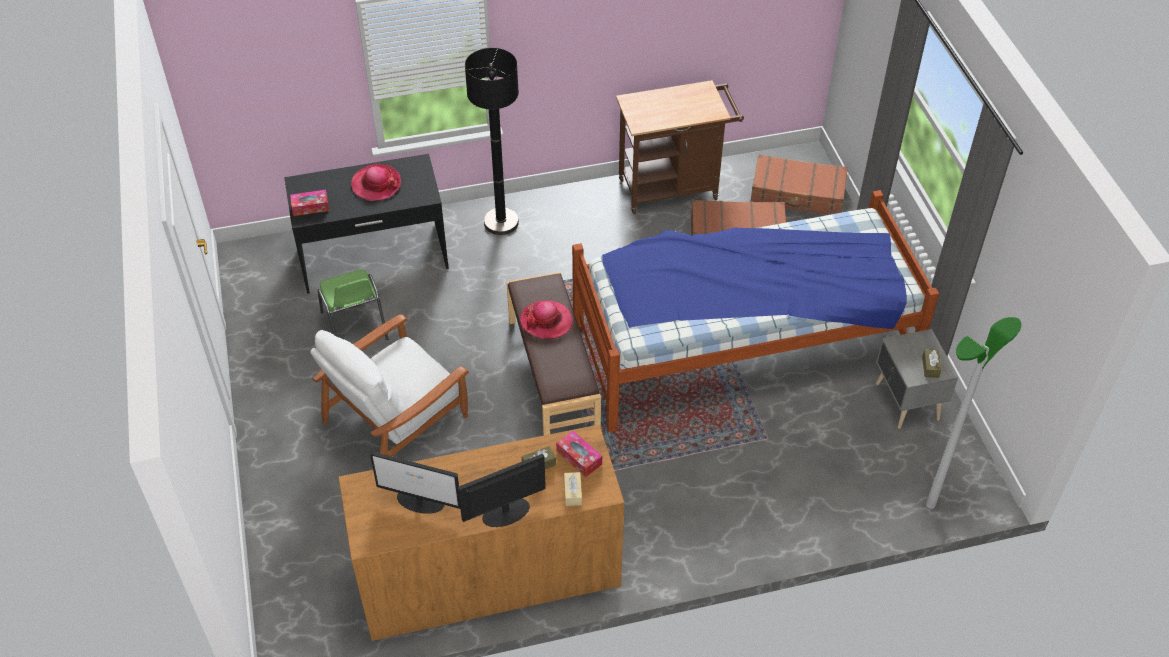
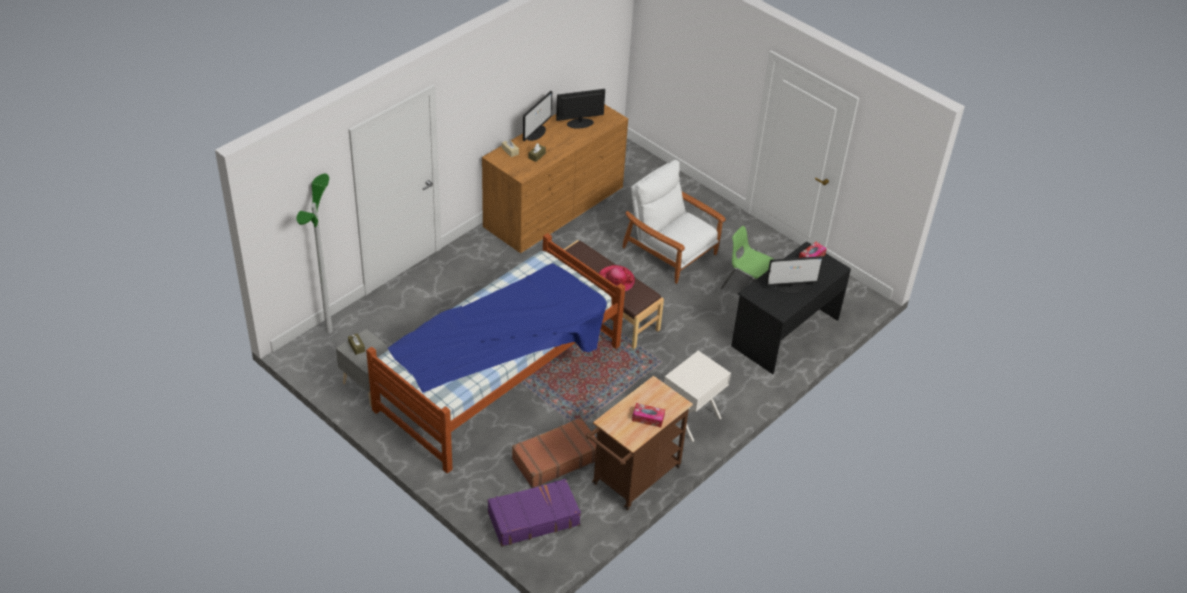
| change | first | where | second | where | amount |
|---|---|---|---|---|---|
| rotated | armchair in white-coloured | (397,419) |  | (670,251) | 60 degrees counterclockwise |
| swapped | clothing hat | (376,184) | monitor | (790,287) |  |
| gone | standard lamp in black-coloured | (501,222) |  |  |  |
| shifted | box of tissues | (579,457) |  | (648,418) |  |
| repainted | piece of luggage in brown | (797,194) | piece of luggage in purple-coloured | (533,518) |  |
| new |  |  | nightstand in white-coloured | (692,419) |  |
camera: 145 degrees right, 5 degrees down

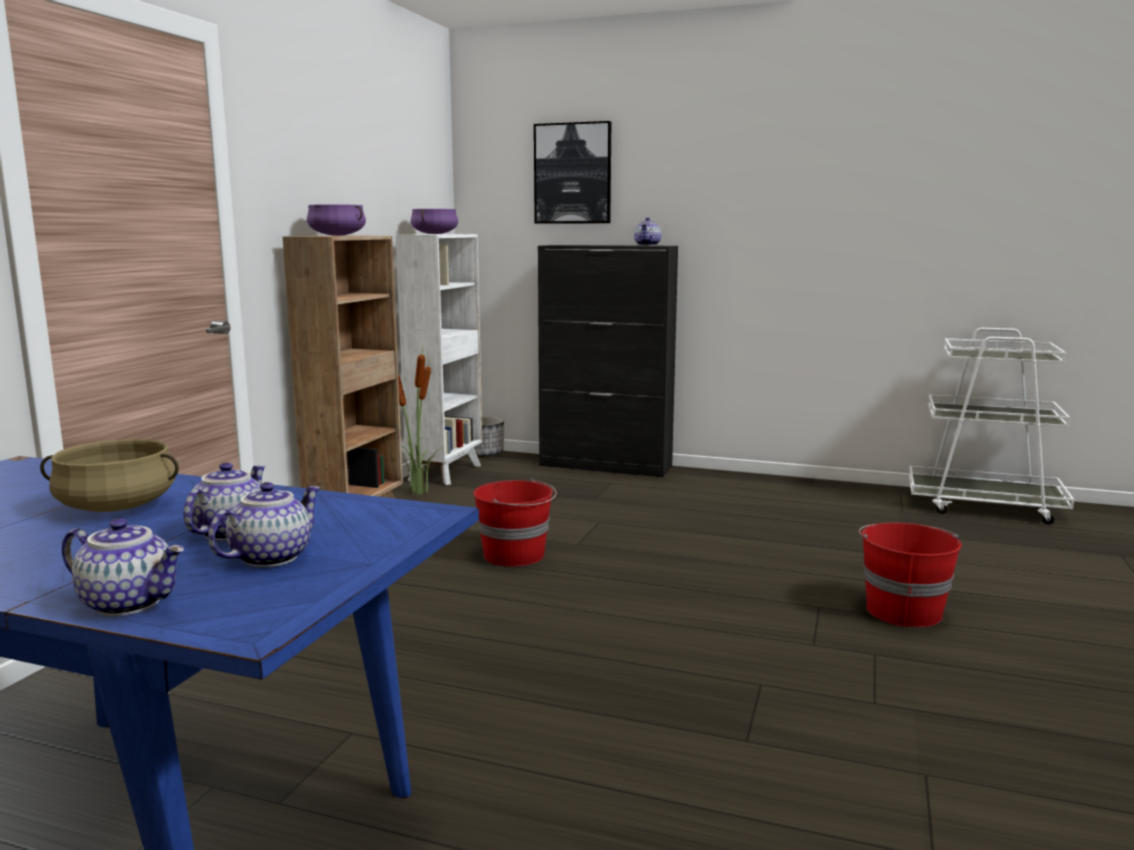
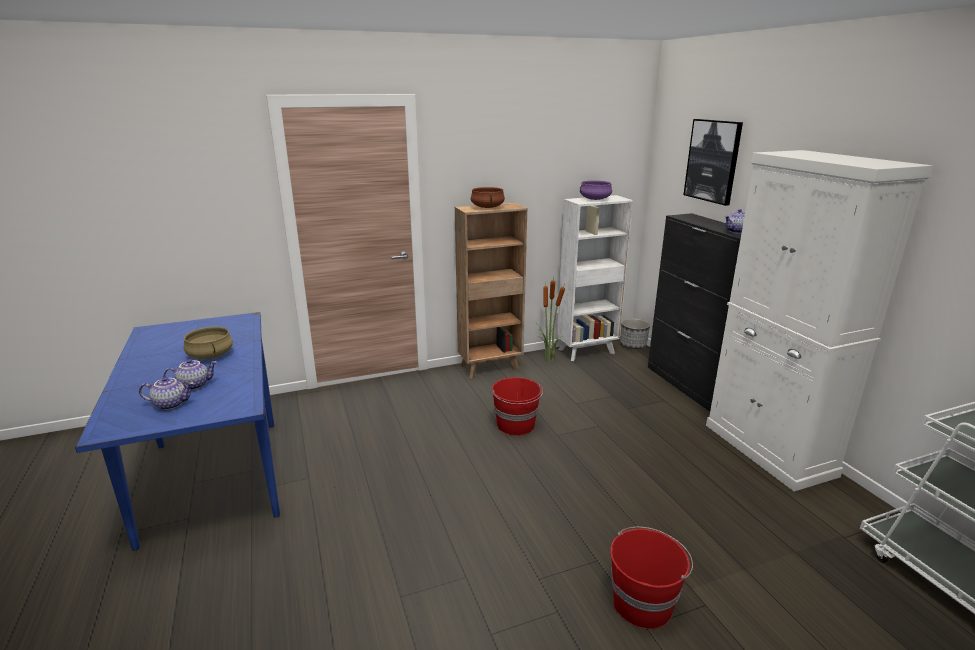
| change | first | where | second | where | amount |
|---|---|---|---|---|---|
| gone | pot for tea | (131,603) |  |  |  |
| repainted | saucepot in purple-coloured | (338,235) | saucepot in brown | (488,207) |  |
| new |  |  | storage cabinet in white-coloured | (768,449) |  |
camera: 50 degrees right, 10 degrees up

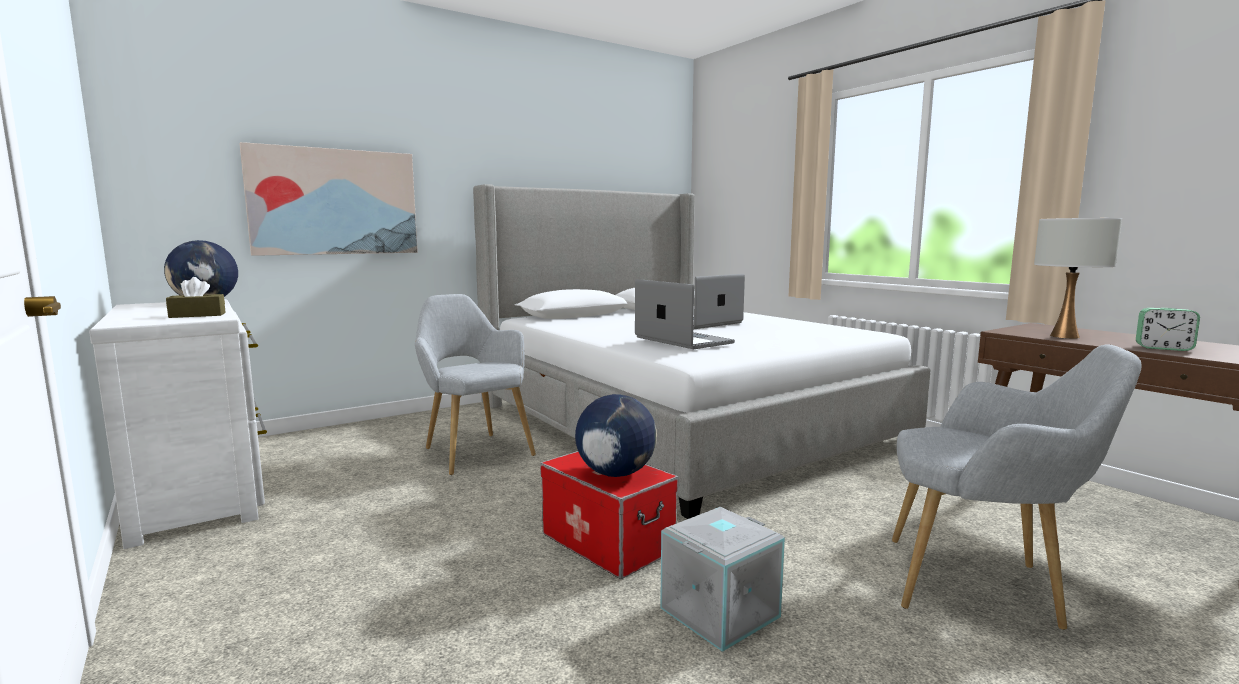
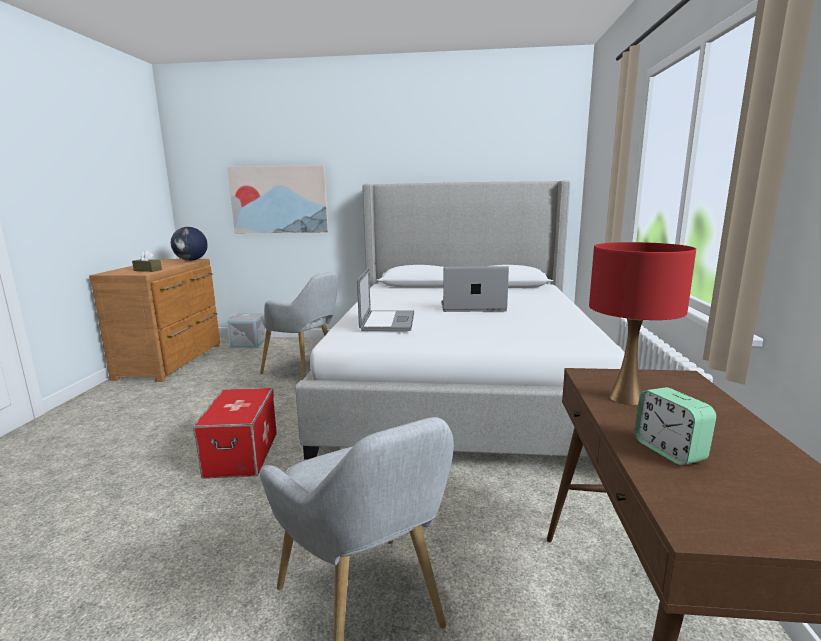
| change | first | where | second | where | amount |
|---|---|---|---|---|---|
| repainted | drawer chest in white-coloured | (201,492) | drawer chest in brown | (173,361) |  |
| rotated | armchair in greyish | (473,450) |  | (305,371) | 120 degrees clockwise |
| gone | world globe | (615,473) |  |  |  |
| shifted | storage container in greyish | (719,611) |  | (249,343) |  |
| repainted | table lamp in white-coloured | (1064,336) | table lamp in red-coloured | (625,398) |  |
camera: 40 degrees right, 5 degrees up

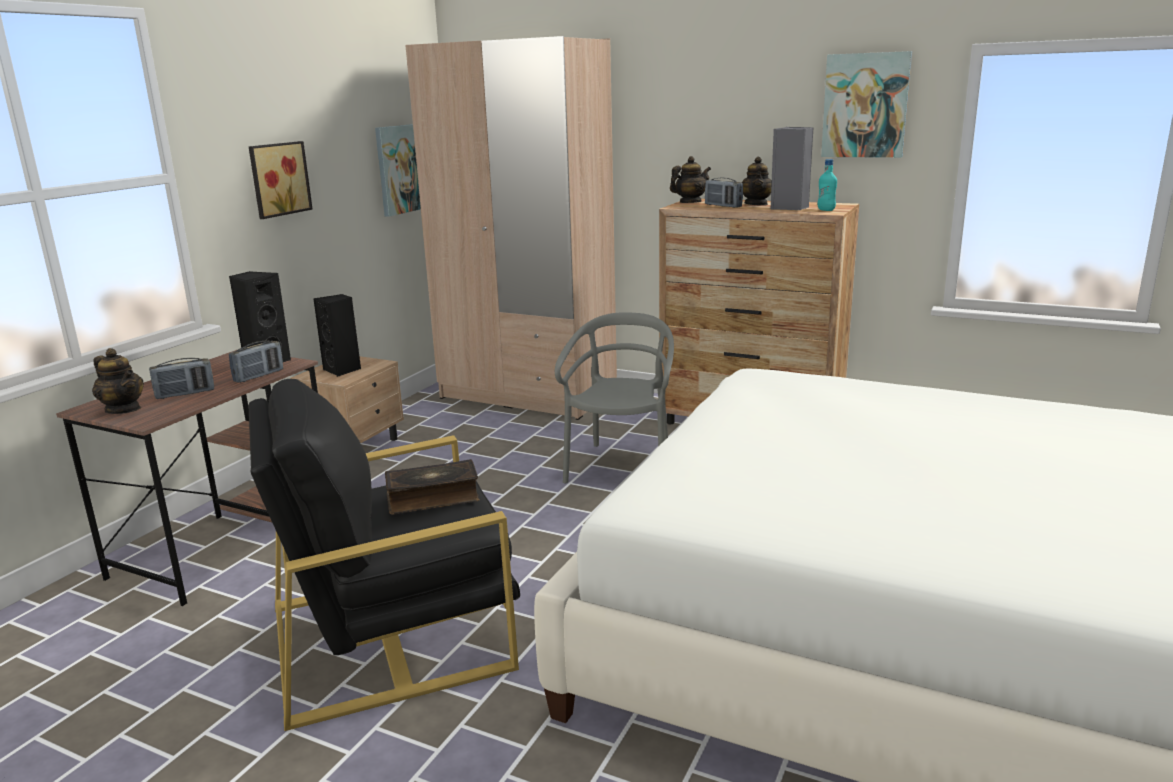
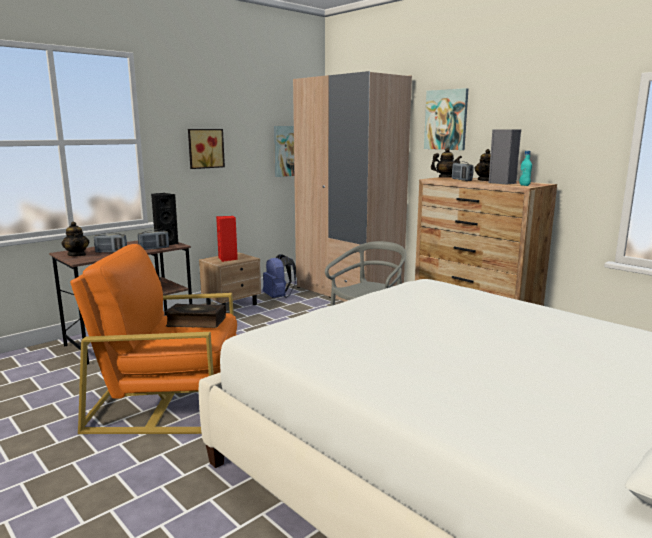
| change | first | where | second | where | amount |
|---|---|---|---|---|---|
| repainted | armchair in black-coloured | (393,634) | armchair in orange-coloured | (168,400) |  |
| repainted | loudspeaker in black-coloured | (343,370) | loudspeaker in red-coloured | (228,259) |  |
| shifted | wall art | (865,105) |  | (446,120) |  |
| new |  |  | knapsack in bluish | (278,297) |  |
camera: 20 degrees right, 5 degrees down

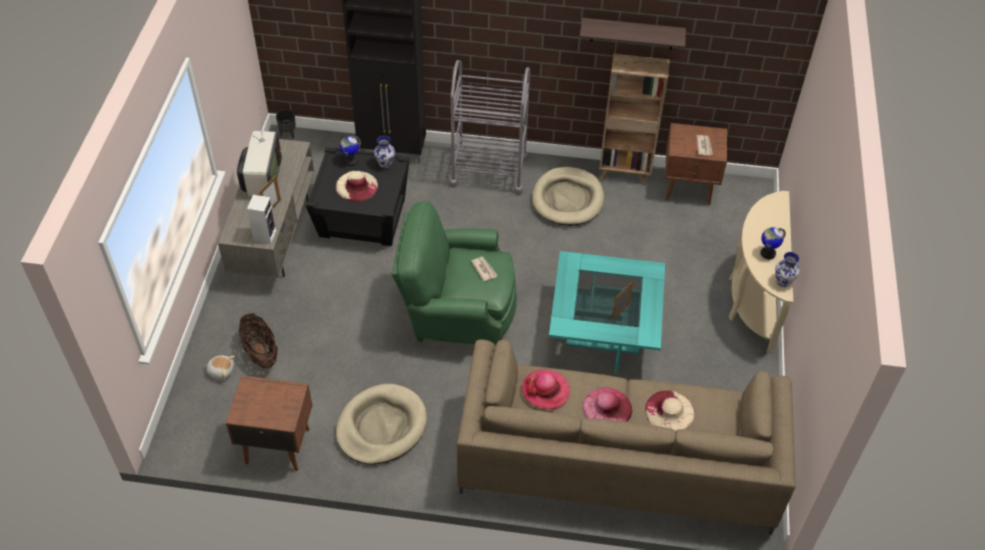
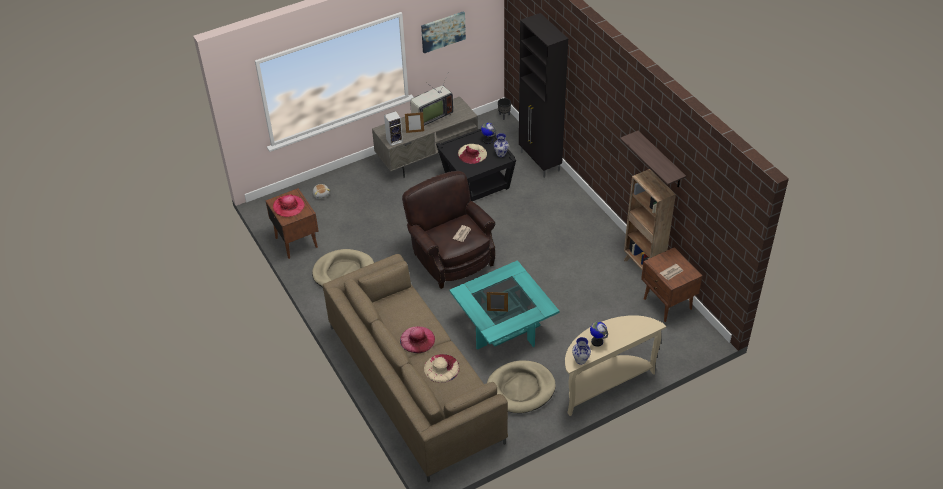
| change | first | where | second | where | amount |
|---|---|---|---|---|---|
| gone | basket | (261,352) |  |  |  |
| repainted | armchair in green | (457,312) | armchair in brown | (450,257) |  |
| gone | wheeled cart in greyish | (489,171) |  |  |  |
| shifted | clothing hat | (545,390) |  | (288,207) |  |
| shifted | pet bed in beige | (568,199) |  | (521,389) |  |
| new |  |  | wall art | (443,31) |  |
camera: 55 degrees right, 5 degrees down

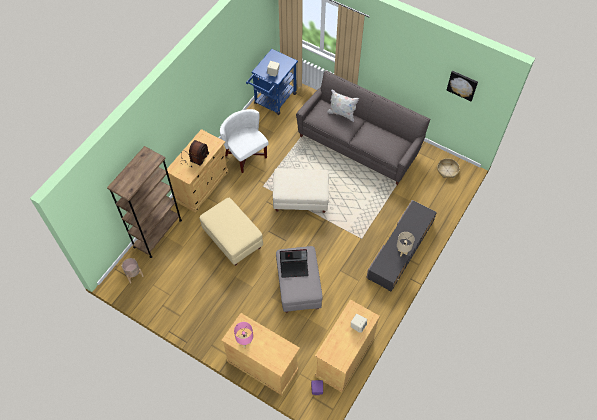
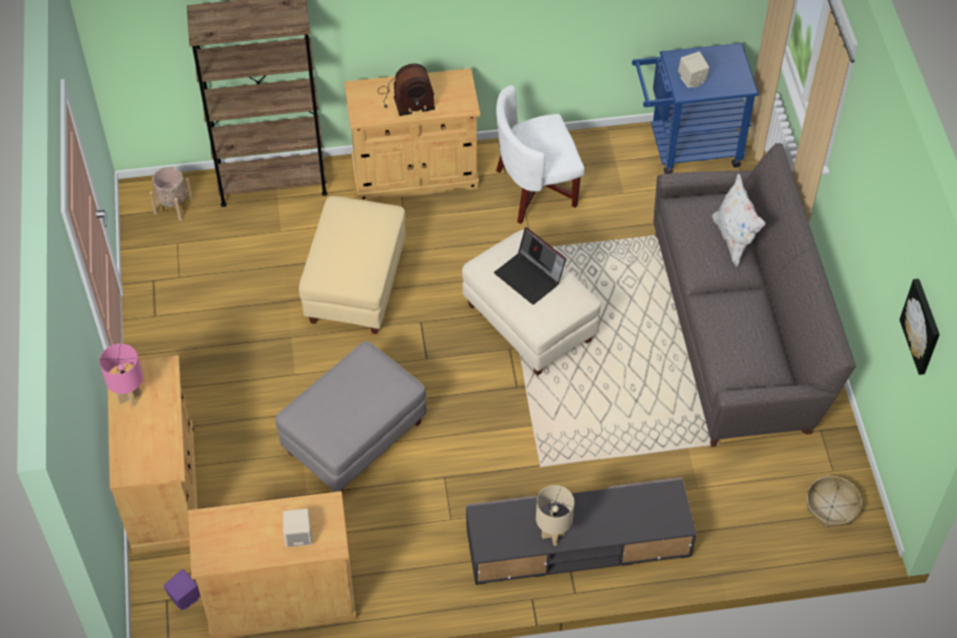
| change | first | where | second | where | amount |
|---|---|---|---|---|---|
| rotated | armchair in white-coloured | (246,155) |  | (535,189) | 120 degrees counterclockwise |
| shifted | laptop | (294,267) |  | (530,277) |  |
camera: 50 degrees right, 5 degrees down

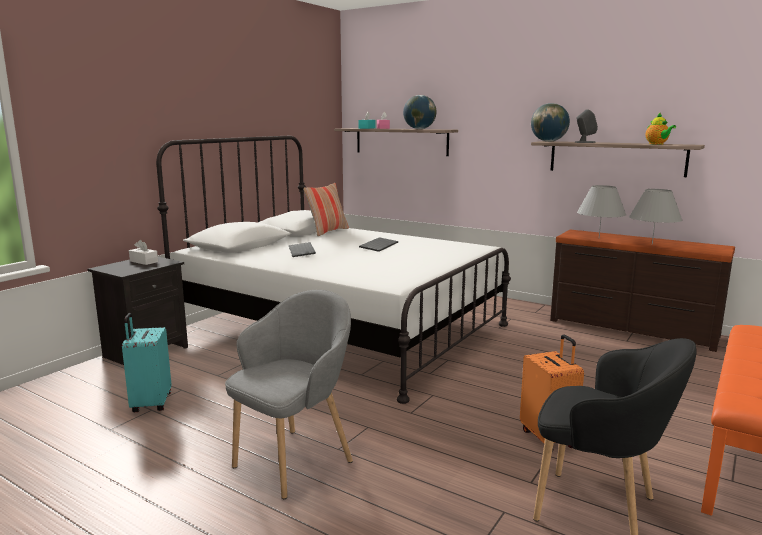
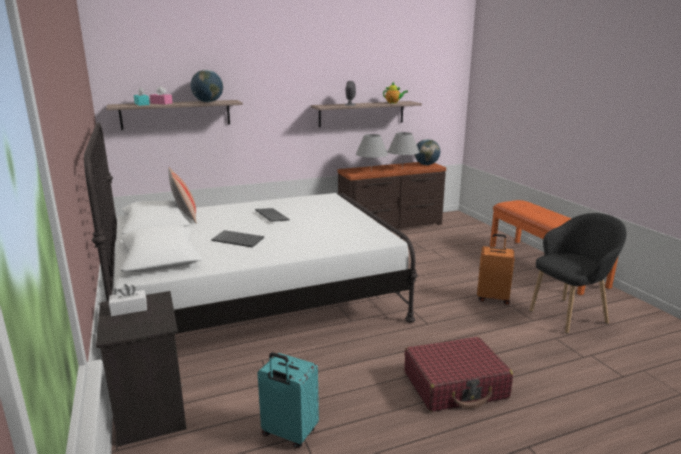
| change | first | where | second | where | amount |
|---|---|---|---|---|---|
| swapped | armchair in greyish | (295,460) | piece of luggage in red-coloured | (455,385) |  |
| shifted | world globe | (548,141) |  | (426,164) |  |
camera: 55 degrees left, 5 degrees up

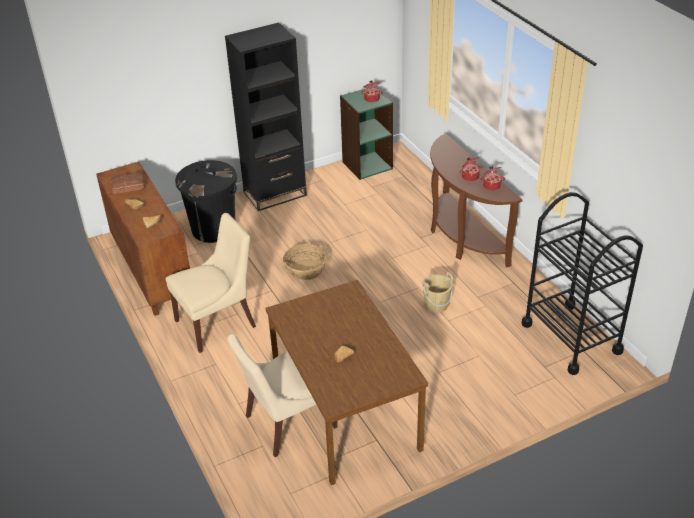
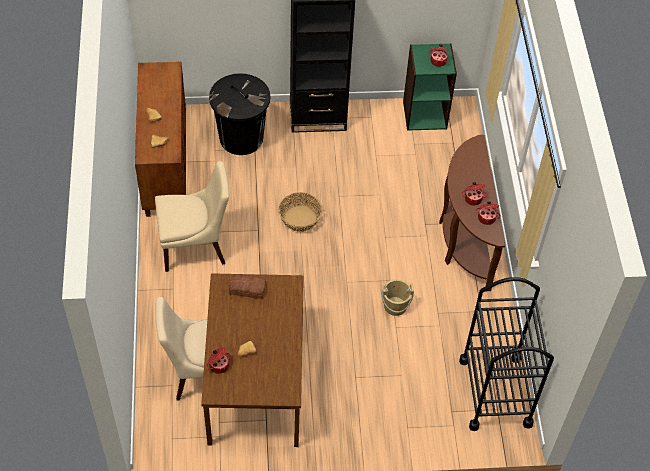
| change | first | where | second | where | amount |
|---|---|---|---|---|---|
| shifted | baked bread | (128,187) |  | (248,289) |  |
| new |  |  | saucepot | (218,365) |  |
camera: 20 degrees right, 15 degrees up

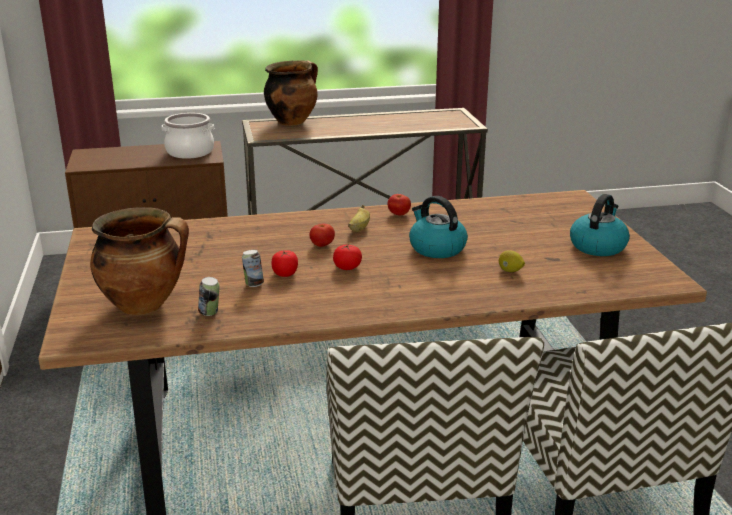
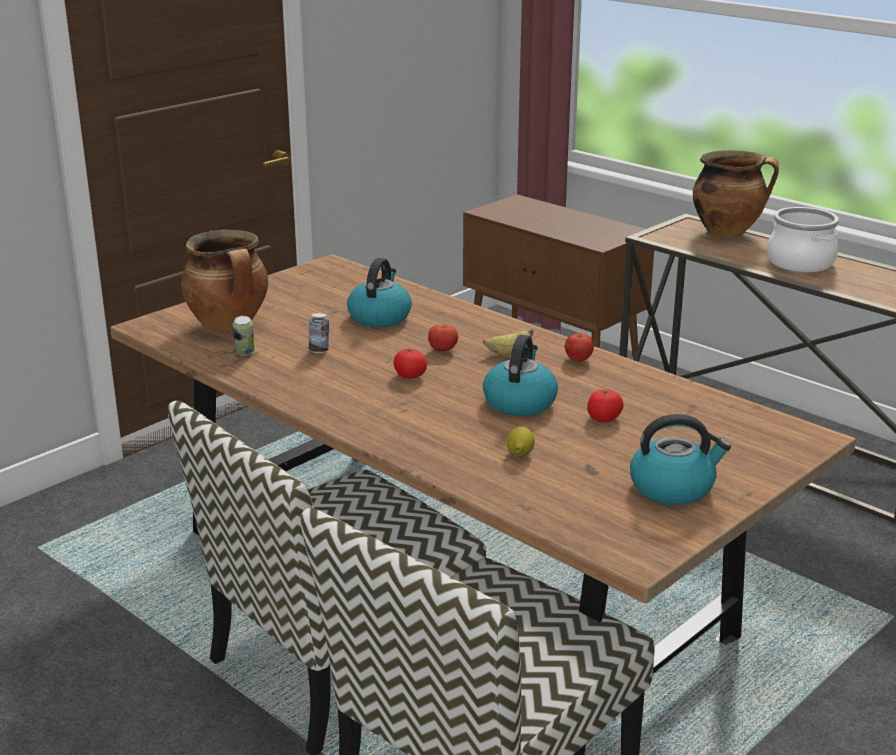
| change | first | where | second | where | amount |
|---|---|---|---|---|---|
| shifted | saucepot | (190,152) |  | (799,263) |  |
| shifted | whole tomato | (285,274) |  | (604,418) |  |
| new |  |  | tea kettle | (379,317) |  |
camera: 55 degrees right, 0 degrees up

